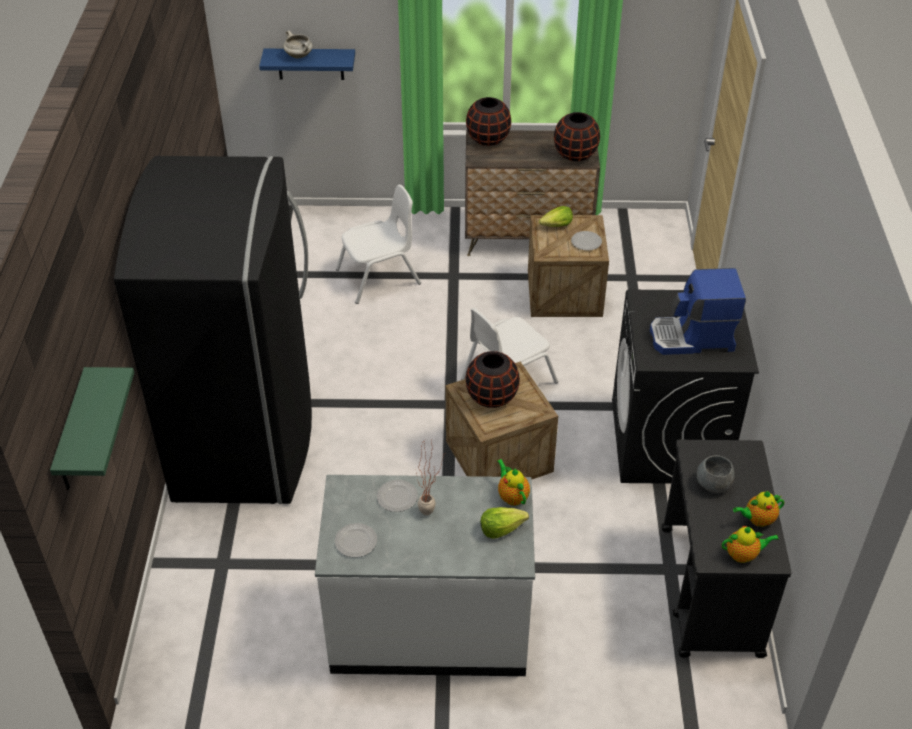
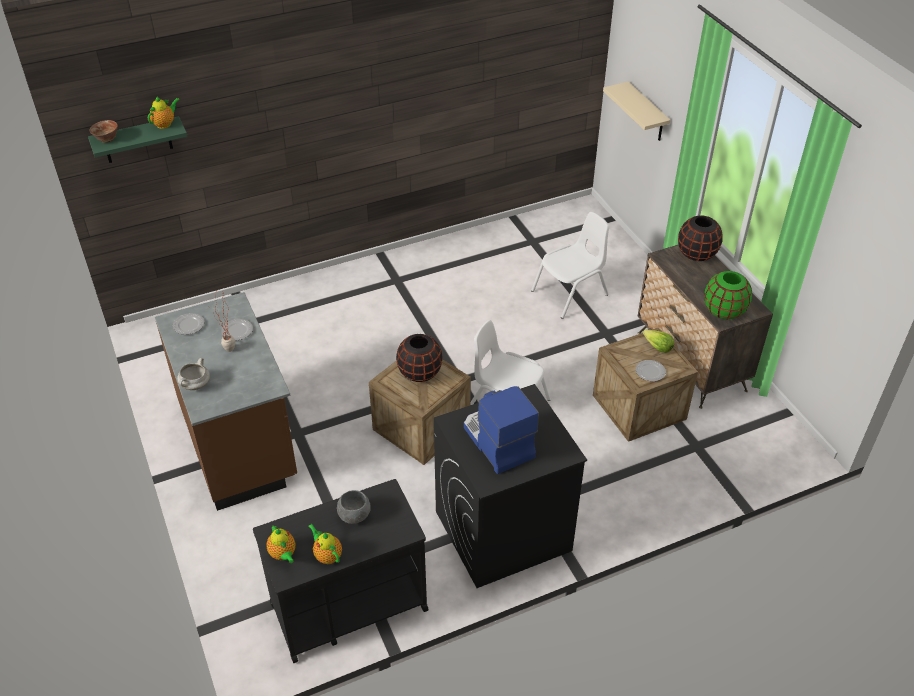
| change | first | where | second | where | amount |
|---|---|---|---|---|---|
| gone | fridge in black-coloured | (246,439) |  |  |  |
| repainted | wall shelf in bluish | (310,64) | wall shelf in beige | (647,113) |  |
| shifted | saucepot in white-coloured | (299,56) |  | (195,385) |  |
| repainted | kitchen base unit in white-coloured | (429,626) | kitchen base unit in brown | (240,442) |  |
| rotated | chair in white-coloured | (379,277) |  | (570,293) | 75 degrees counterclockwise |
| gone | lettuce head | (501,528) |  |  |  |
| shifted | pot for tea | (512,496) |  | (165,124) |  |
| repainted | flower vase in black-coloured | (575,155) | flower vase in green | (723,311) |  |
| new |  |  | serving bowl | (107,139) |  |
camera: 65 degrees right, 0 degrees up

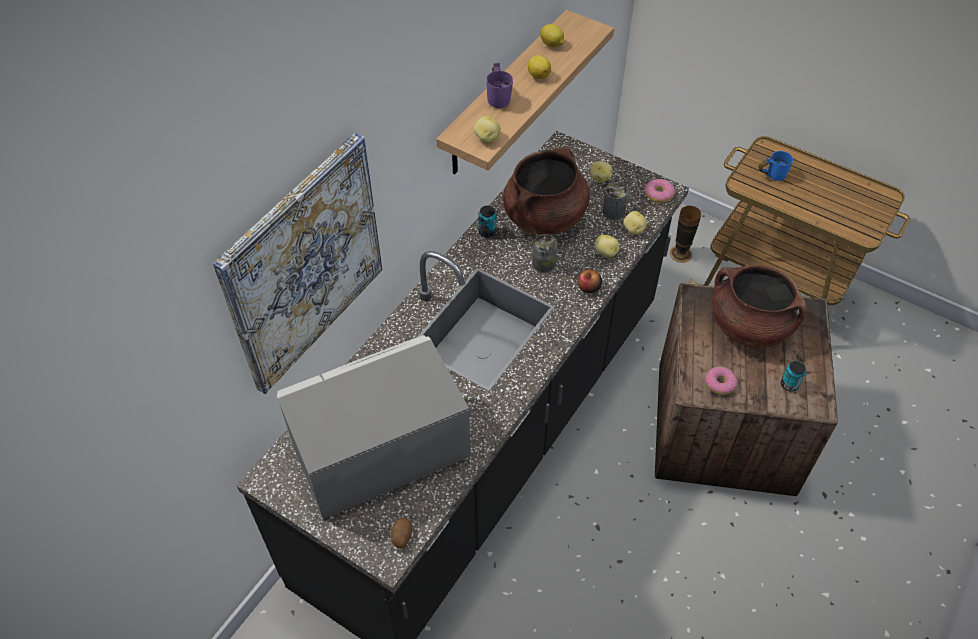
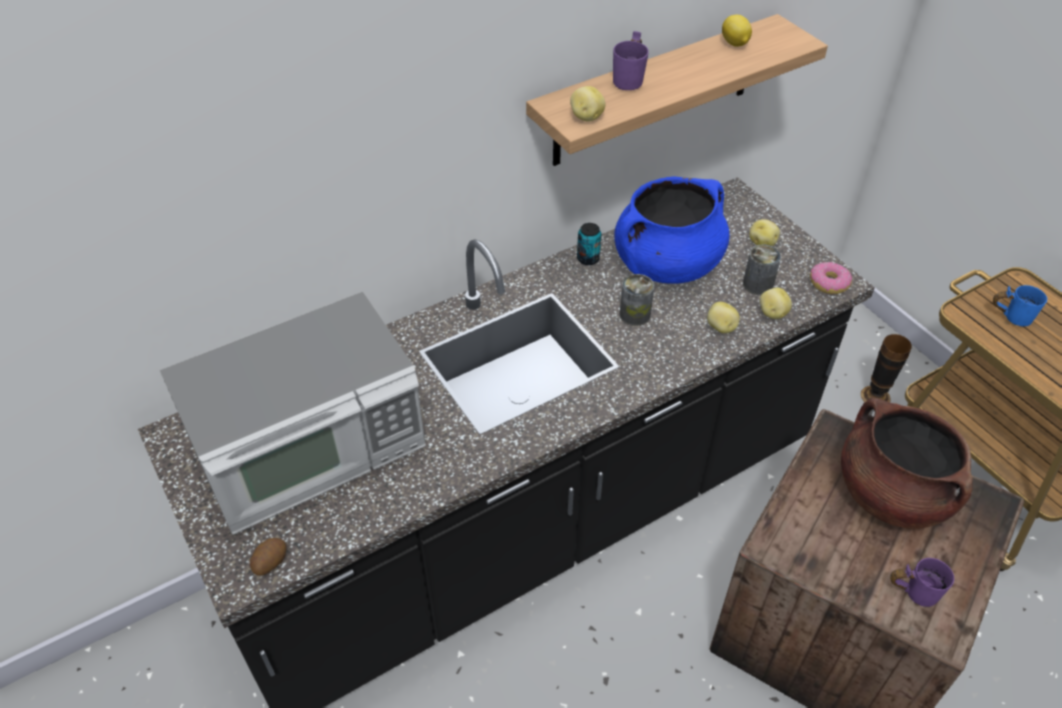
| change | first | where | second | where | amount |
|---|---|---|---|---|---|
| gone | wall art | (304,264) |  |  |  |
| rotated | kitchen microwave | (378,447) |  | (312,449) | 150 degrees clockwise |
| repainted | saucepot in brown | (544,217) | saucepot in bluish | (666,264) |  |
| gone | citrus fruit | (538,75) |  |  |  |
| gone | whole apple | (589,287) |  |  |  |
| gone | ring doughnut | (719,384) |  |  |  |
| swapped | metal can | (789,384) | tea mug in purple-coloured | (913,589) |  |
camera: 25 degrees right, 5 degrees down

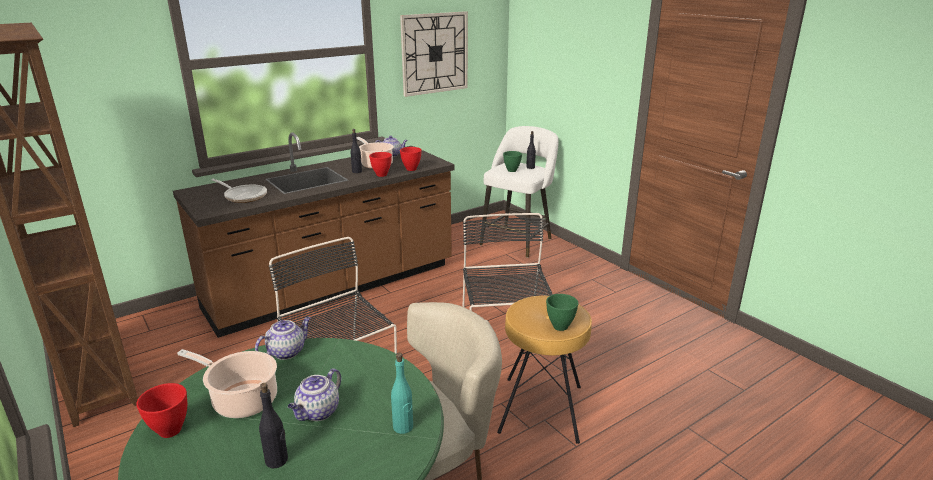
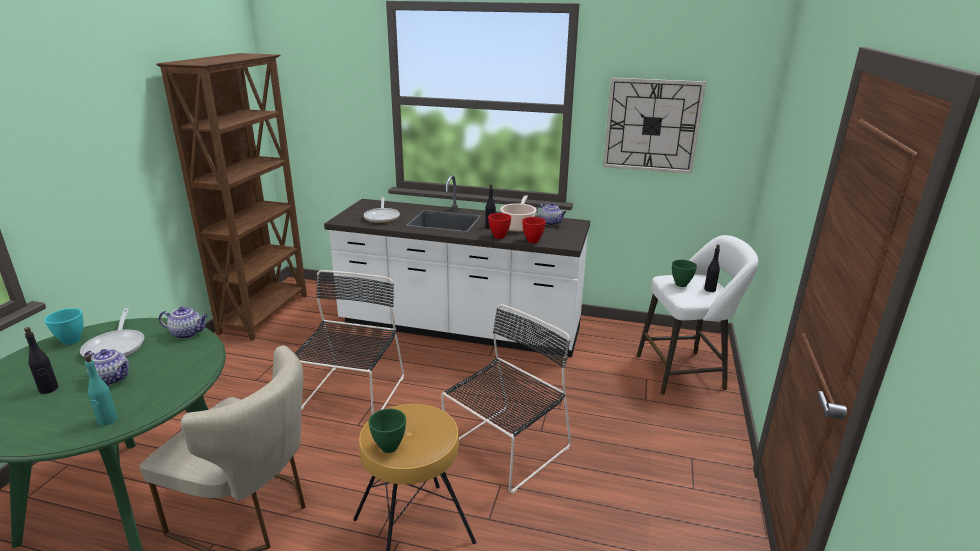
| change | first | where | second | where | amount |
|---|---|---|---|---|---|
| repainted | serving bowl in red-coloured | (170,430) | serving bowl in turquoise-coloured | (72,340) |  |
| repainted | kitchen base unit in brown | (333,288) | kitchen base unit in white-coloured | (460,329) |  |
| swapped | saucepot | (241,400) | skillet | (116,346) |  |
| rotated | pot for tea | (318,412) |  | (113,378) | 150 degrees counterclockwise |
camera: 50 degrees right, 0 degrees up

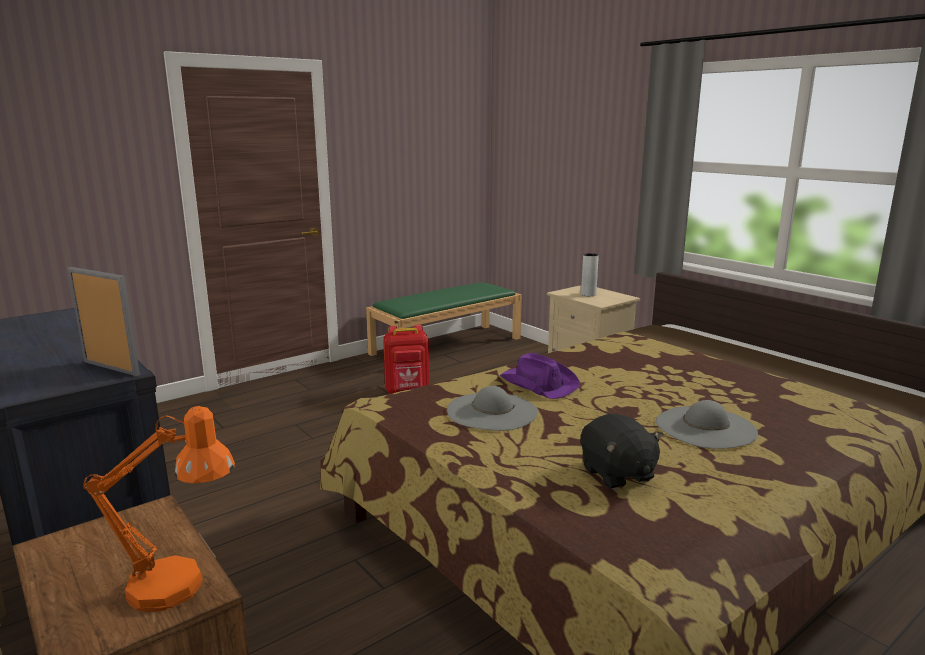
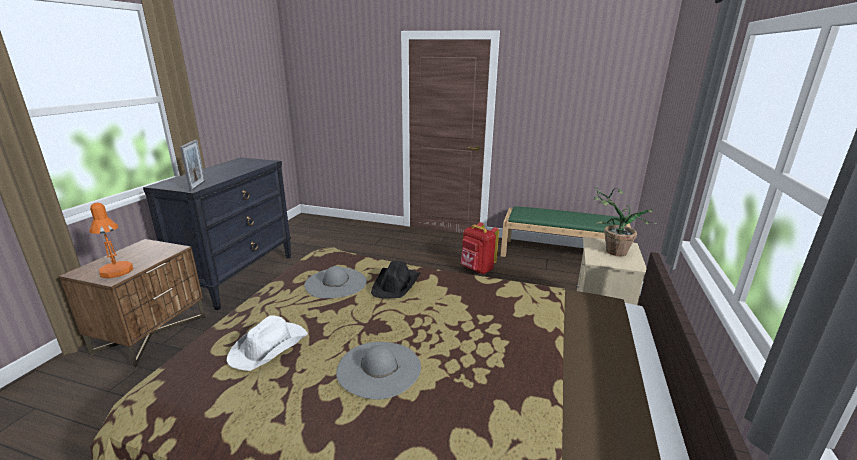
| change | first | where | second | where | amount |
|---|---|---|---|---|---|
| repainted | clothing hat in purple-coloured | (538,383) | clothing hat in black-coloured | (397,284) |  |
| swapped | flower vase in greyish | (588,294) | potted plant | (610,251) |  |
| swapped | soft toy in black-coloured | (617,474) | clothing hat in white-coloured | (270,347) |  |
camera: 55 degrees right, 5 degrees up

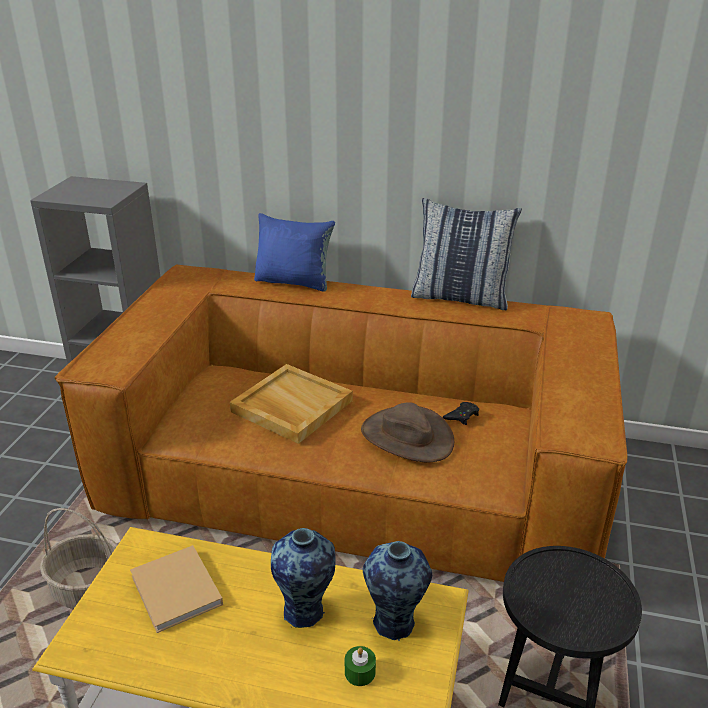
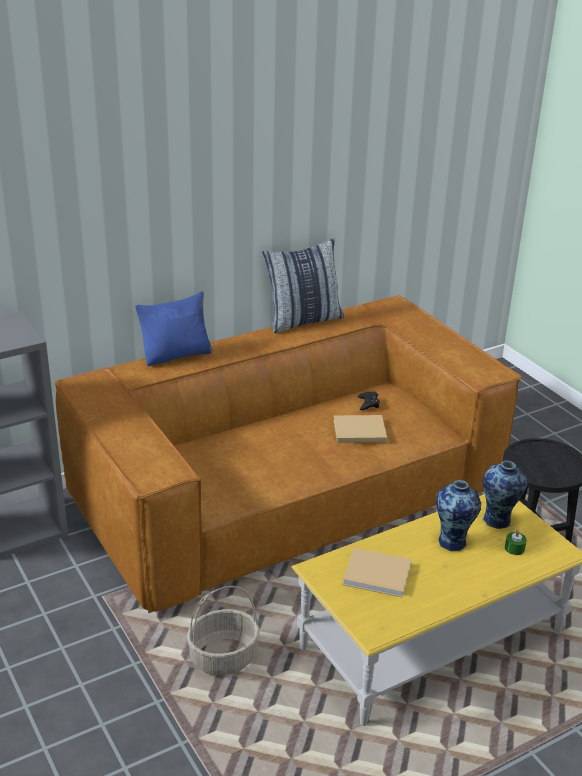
| change | first | where | second | where | amount |
|---|---|---|---|---|---|
| gone | carrying tray in beige | (291,406) |  |  |  |
| swapped | clothing hat in brown | (406,437) | book in beige | (358,431) |  |
camera: 45 degrees left, 0 degrees up

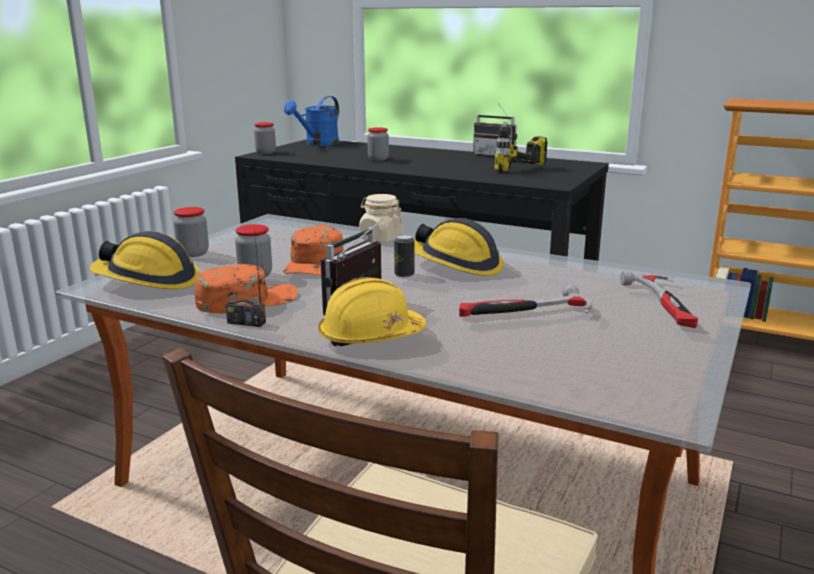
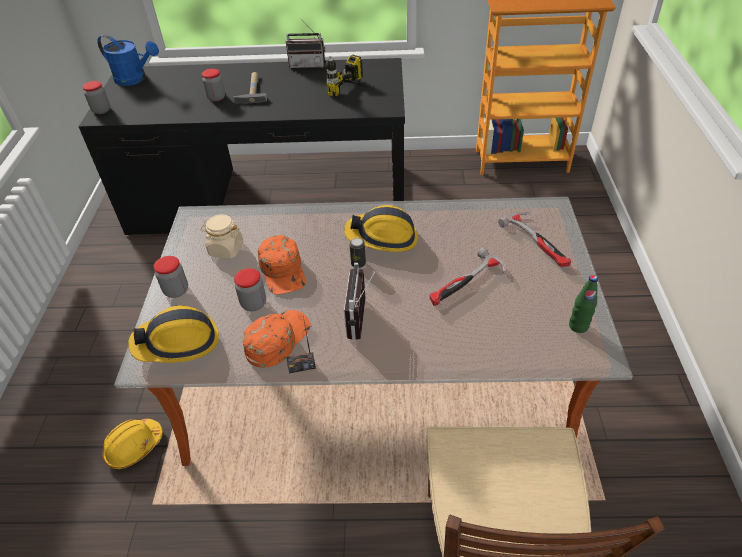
| change | first | where | second | where | amount |
|---|---|---|---|---|---|
| rotated | sprinkling can in bluish | (318,144) |  | (135,79) | 75 degrees counterclockwise |
| shifted | work helmet in yellowish | (371,336) |  | (134,447) |  |
| shifted | preserve jar in beige | (381,238) |  | (226,249) |  |
| new |  |  | hand hammer | (252,89) |  |
| new |  |  | drink bottle in green | (578,326) |  |
camera: 25 degrees left, 25 degrees up

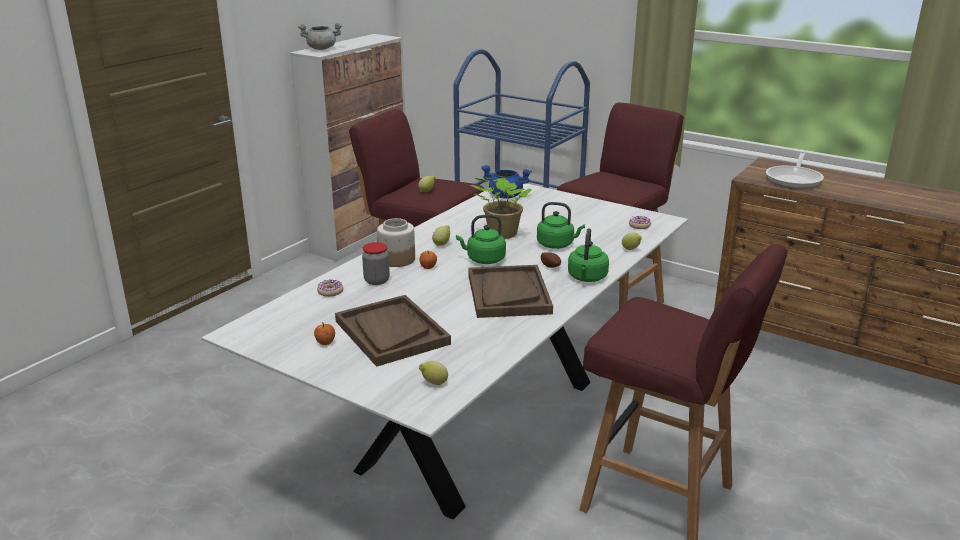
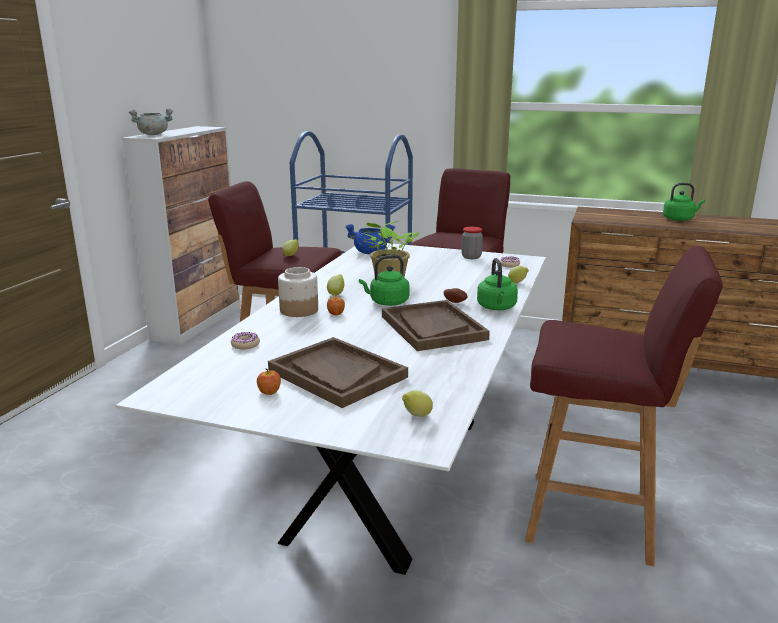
| change | first | where | second | where | amount |
|---|---|---|---|---|---|
| shifted | preserve jar | (376,280) |  | (471,257) |  |
| shifted | tea kettle in green | (557,245) |  | (679,219) |  |
| gone | skillet | (794,179) |  |  |  |
camera: 15 degrees left, 5 degrees down

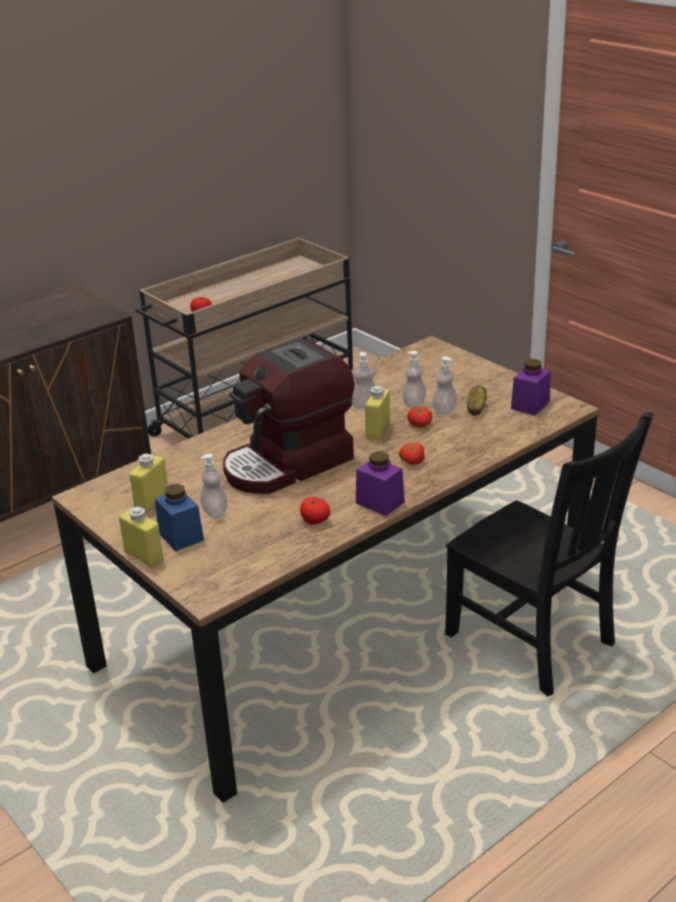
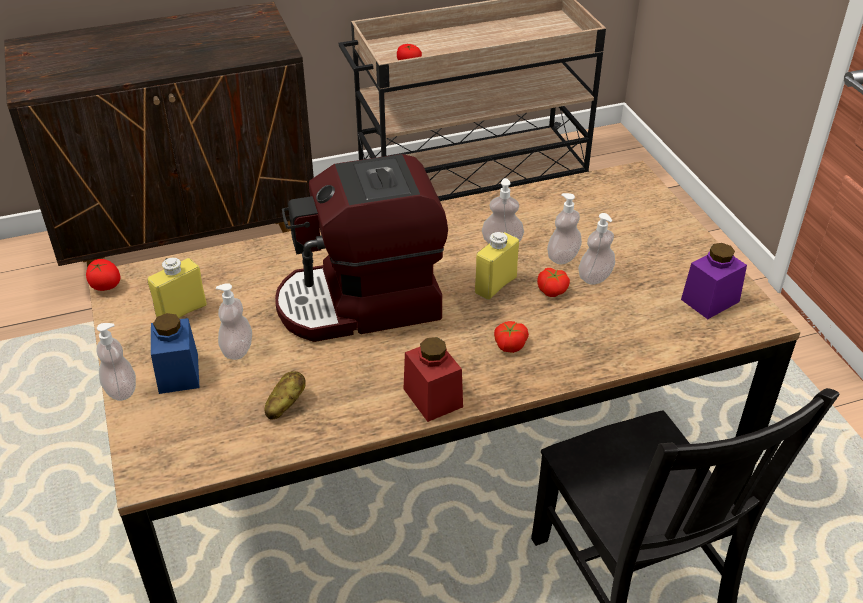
| change | first | where | second | where | amount |
|---|---|---|---|---|---|
| swapped | drink bottle in yellowish | (144,556) | soap dispenser | (121,390) |  |
| shifted | whole tomato | (314,521) |  | (105,286) |  |
| repainted | preserve jar in purple-coloured | (380,502) | preserve jar in red-coloured | (433,398) |  |
| shifted | spud | (476,409) |  | (285,405) |  |
camera: 20 degrees right, 10 degrees up

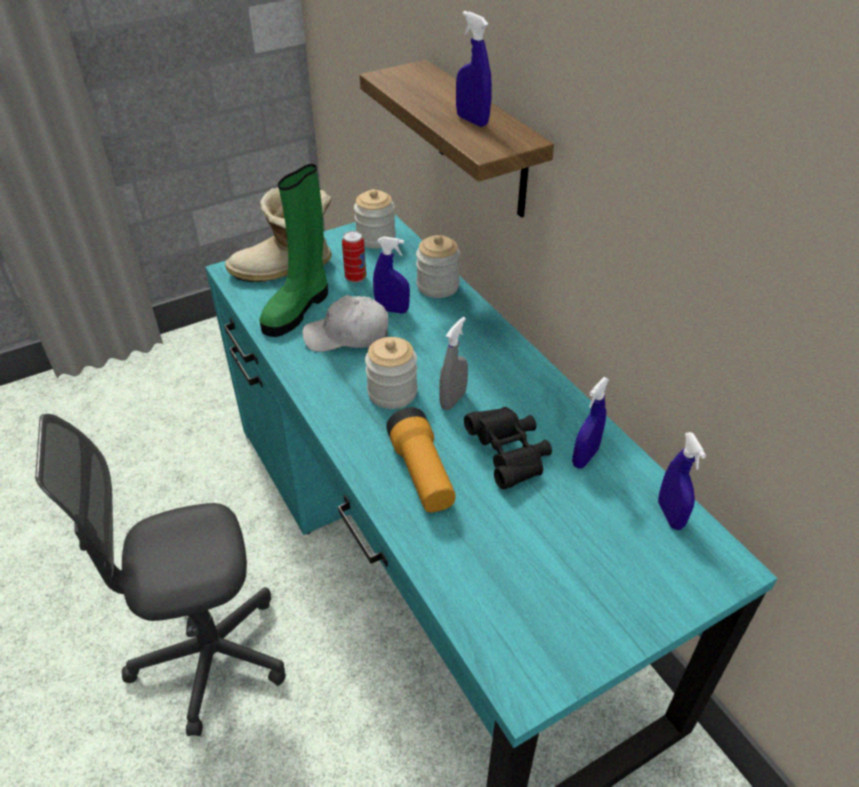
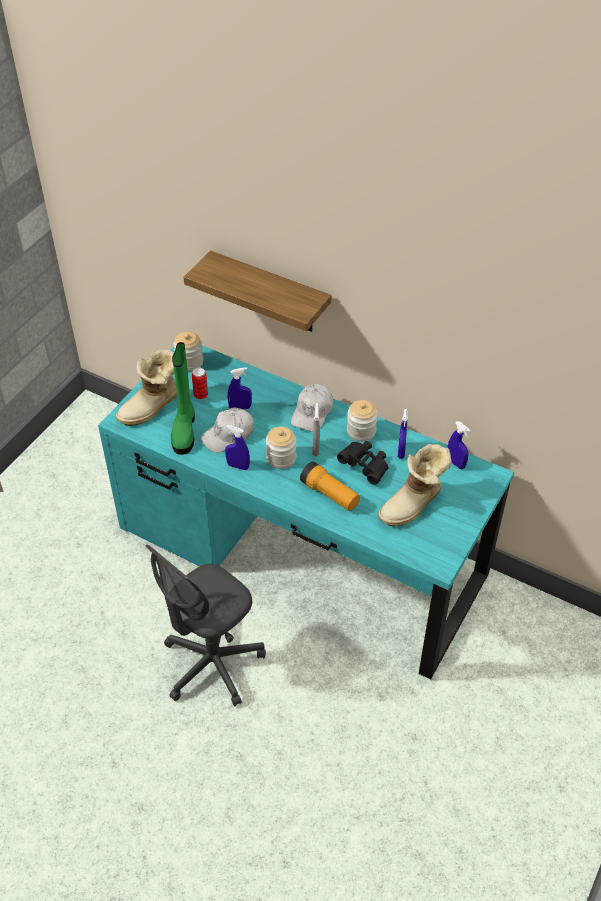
| change | first | where | second | where | amount |
|---|---|---|---|---|---|
| shifted | preserve jar | (437,286) |  | (361,431) |  |
| shifted | hand sprayer in bluish | (472,121) |  | (238,466) |  |
| new |  |  | baseball cap in white-coloured | (312,412) |  |
| new |  |  | tall boot | (414,505) |  |
camera: 30 degrees left, 5 degrees up

